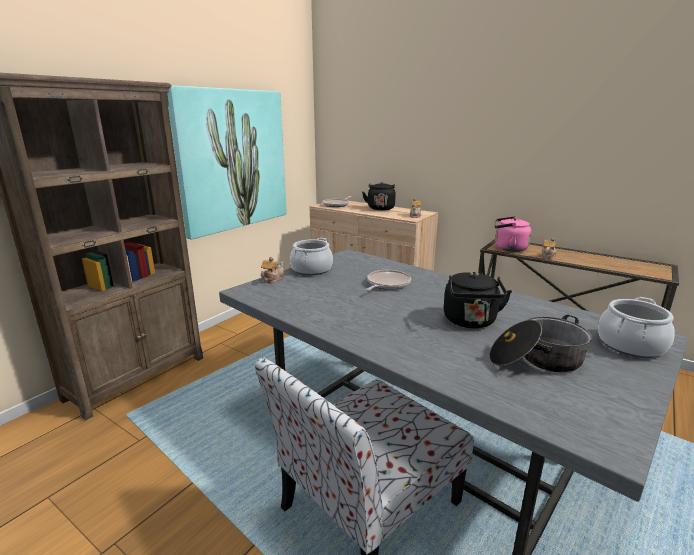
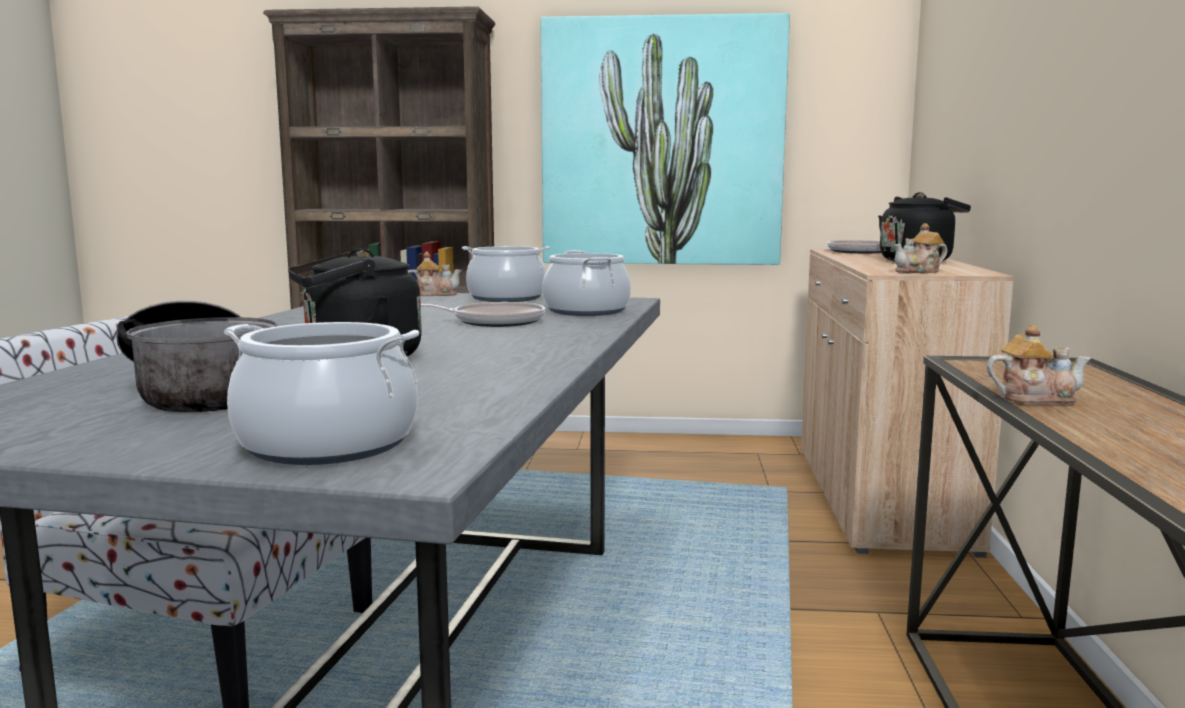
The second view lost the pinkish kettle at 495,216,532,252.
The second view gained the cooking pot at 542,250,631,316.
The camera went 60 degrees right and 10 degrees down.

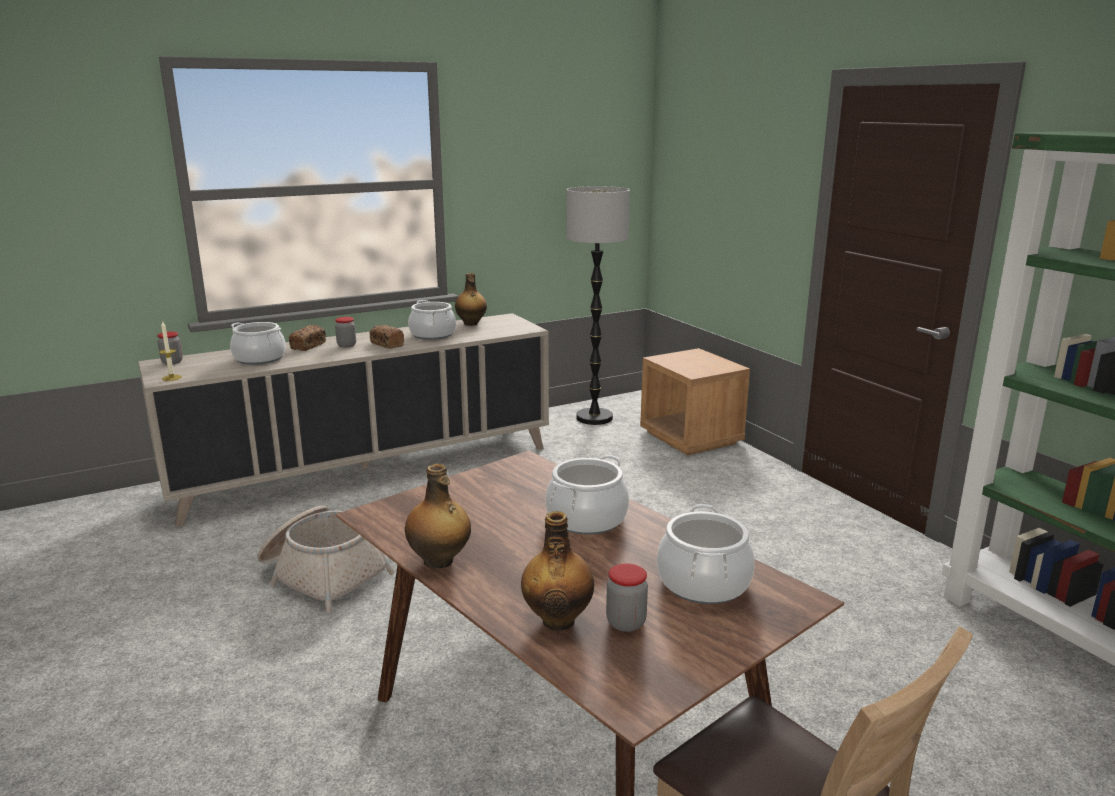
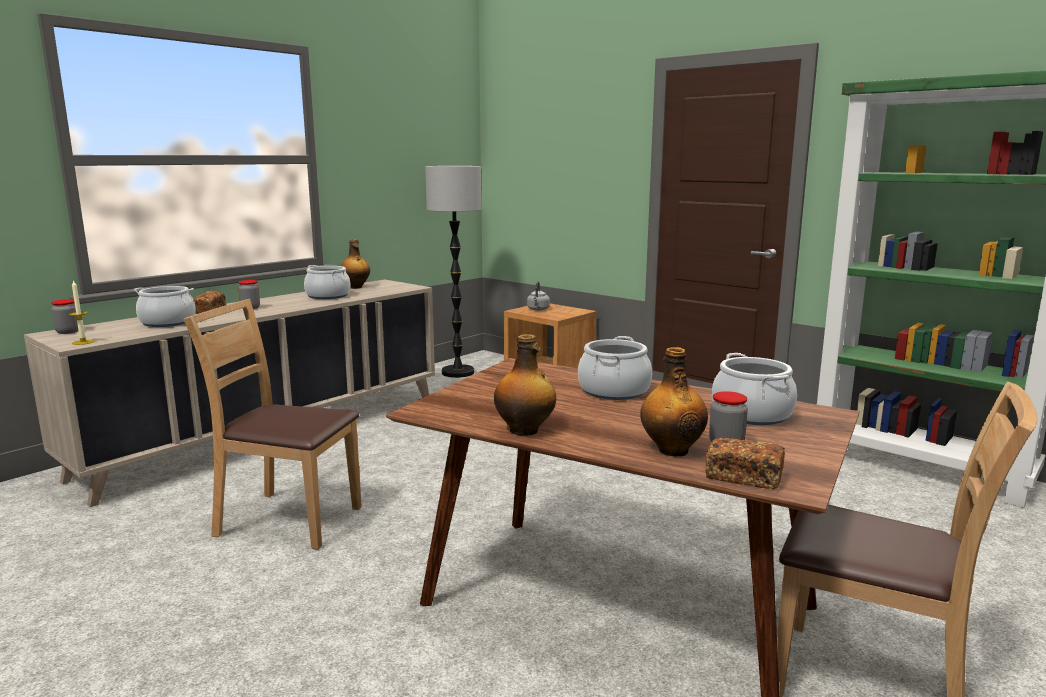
The second view gained the greyish kettle at 527,281,550,311.
The baked bread ended up elsewhere, having gone from 369,325,404,349 to 706,438,785,489.
Where the household basket stood at 257,506,395,613, the brownish upright chair came to stand at 183,299,362,550.
The camera went 20 degrees left and 5 degrees down.

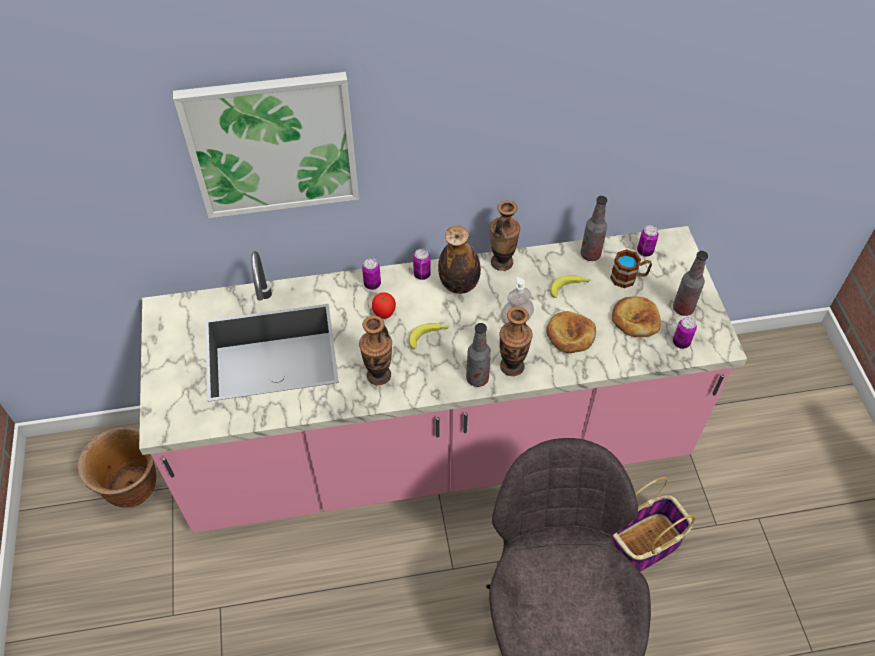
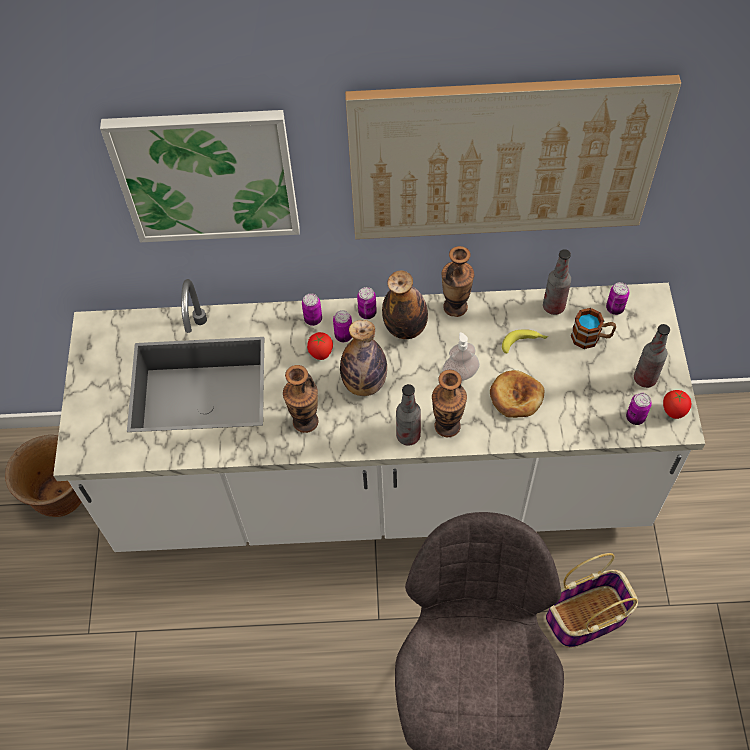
The second view lost the baked bread at 612,297,661,337.
The second view gained the sealed can at 333,310,352,342.
The second view gained the wall art at 345,75,681,239.
The second view gained the fresh tomato at 663,390,691,419.
Where the banana stood at 409,323,450,349, the drink bottle came to stand at 340,320,387,396.
What was the pinkish kitchen counter at 139,226,747,533 turned into the whitish kitchen counter at 53,279,705,552.
The camera went 10 degrees right and 5 degrees up.

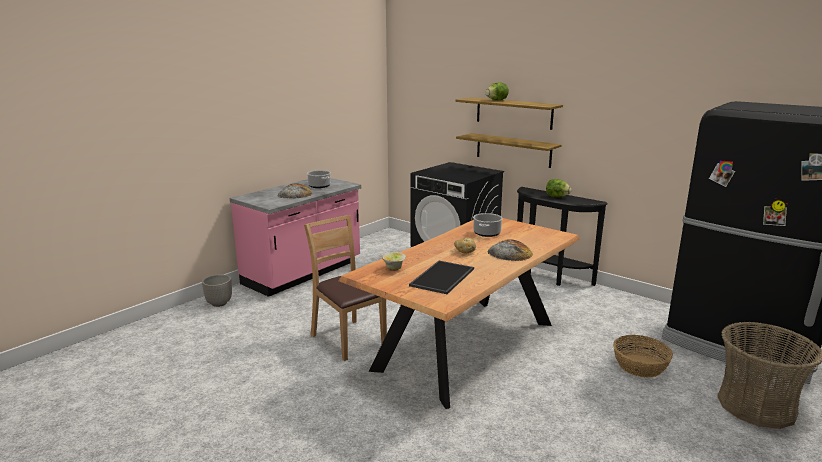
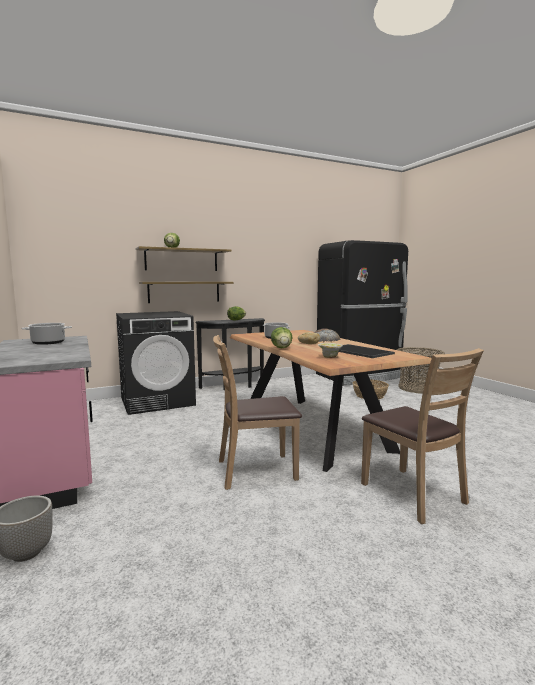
The second view lost the baked bread at 277,183,312,199.
The second view gained the head of lettuce at 271,327,292,348.
The second view gained the brownish upright chair at 361,348,484,524.
The camera went 65 degrees left and 10 degrees down.

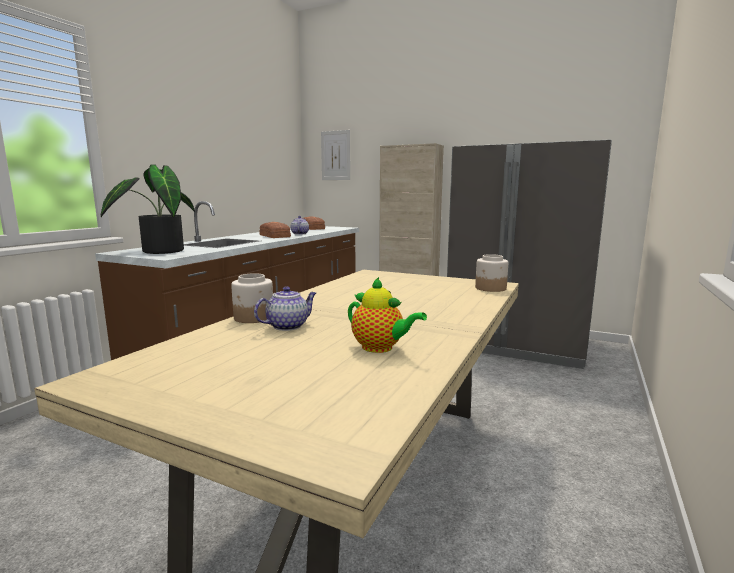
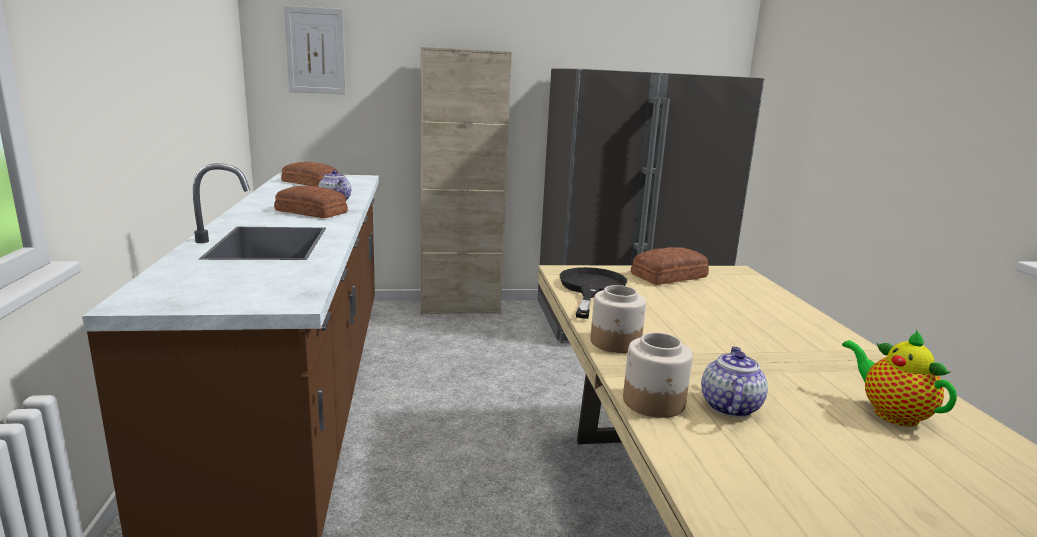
The second view lost the plant in a pot at 101,165,195,254.
The second view gained the blackish pan at 560,267,628,319.
The second view gained the baked bread at 631,247,709,285.
The preserve jar ended up elsewhere, having gone from 475,254,508,292 to 590,285,646,353.
The teapot at 348,277,427,353 ended up facing another way, 120 degrees counterclockwise from before.
The camera went 35 degrees left and 5 degrees up.

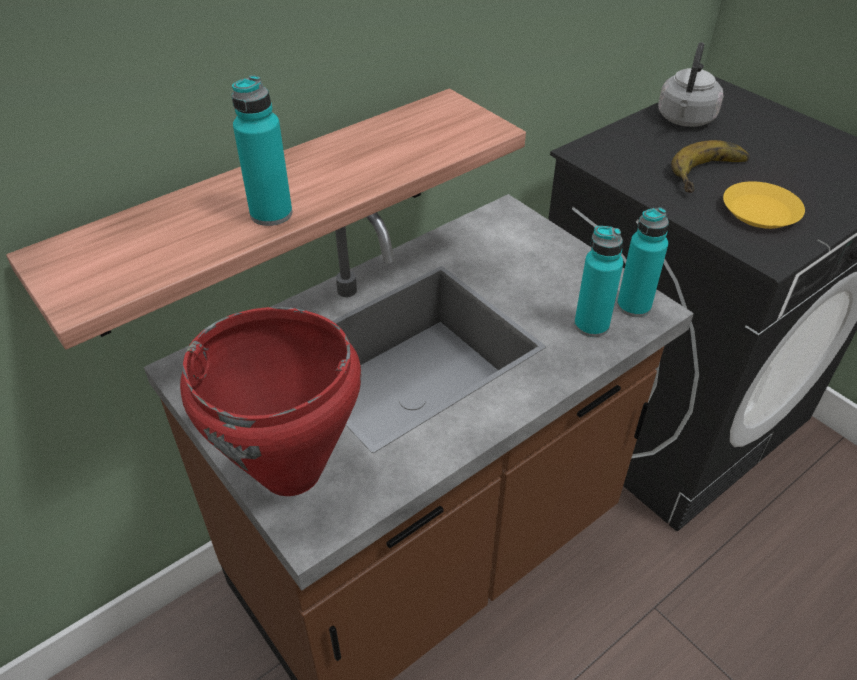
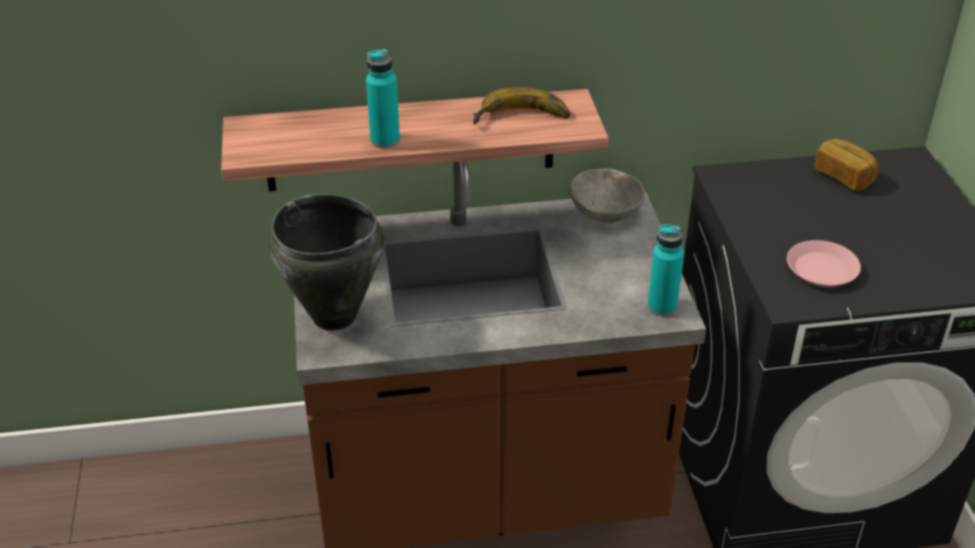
The second view lost the blue-green drink bottle at 574,226,624,337.
The second view gained the greyish bowl at 569,168,645,223.
The banana ended up elsewhere, having gone from 671,140,750,193 to 473,87,570,124.
Where the greyish kettle stood at 658,42,723,127, the baked bread came to stand at 815,138,879,191.
What was the red-coloured cooking pot at 180,307,362,496 turned into the blackish cooking pot at 268,194,384,331.
What was the yellow flat dish at 723,181,805,229 turned into the pinkish flat dish at 787,240,861,287.
The camera went 30 degrees right and 5 degrees down.

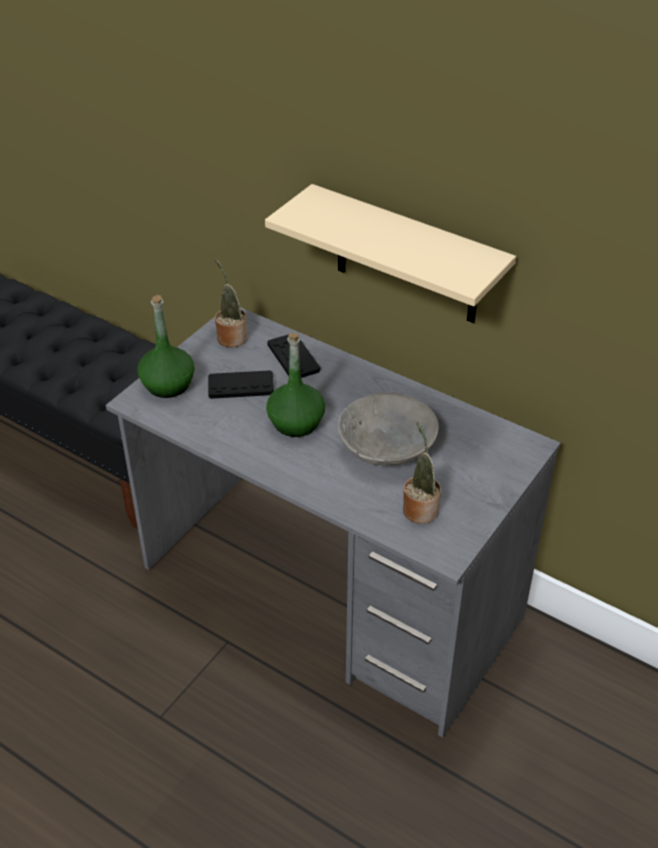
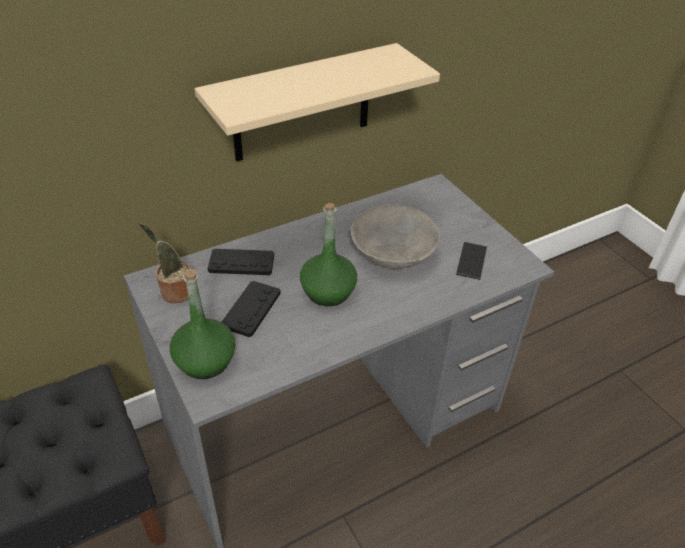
Where the plant in a pot stood at 403,422,441,524, the telephone came to stand at 456,242,487,280.
The camera went 65 degrees left and 0 degrees up.

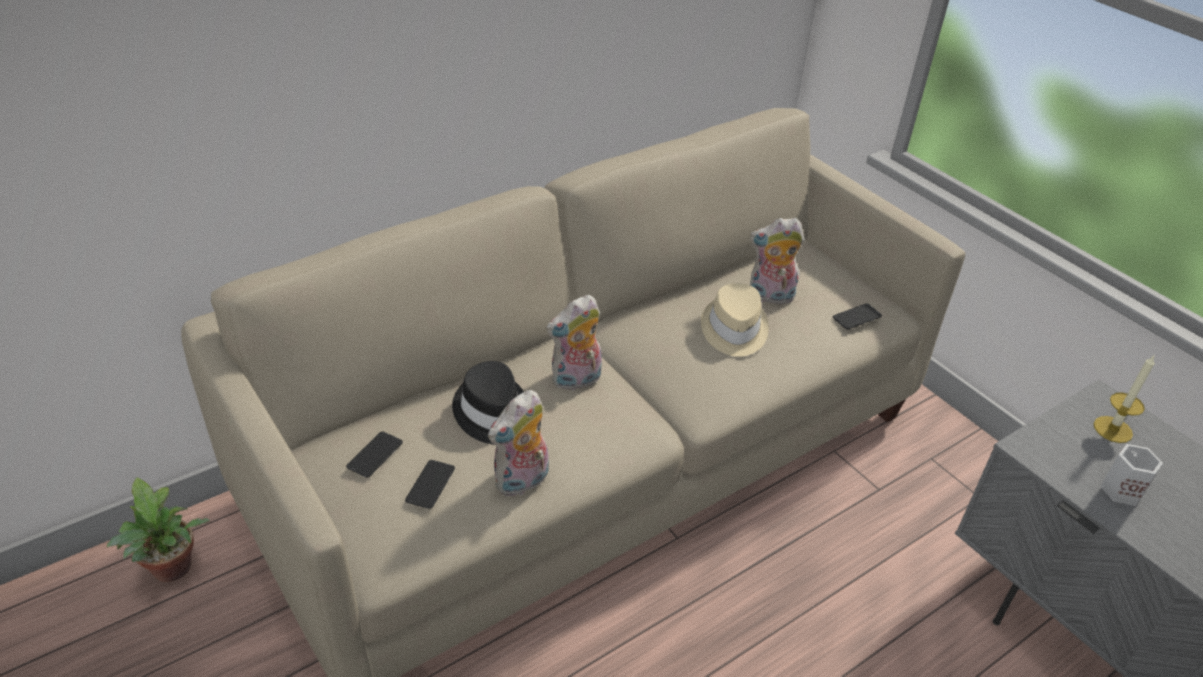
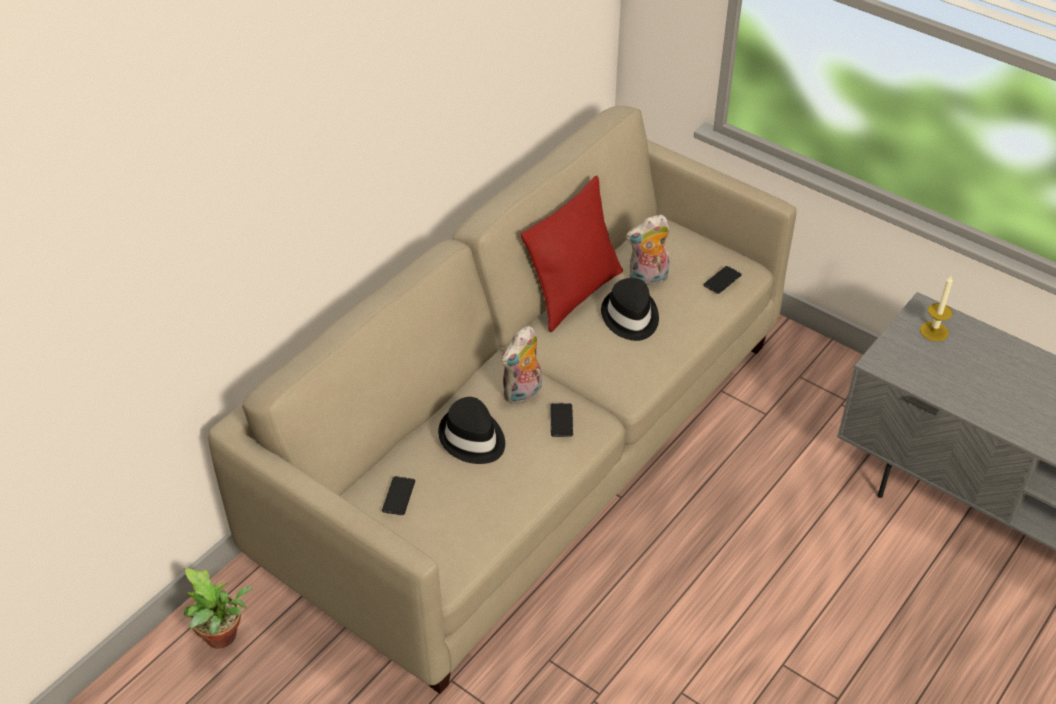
The second view lost the plush toy at 488,390,549,498.
The second view lost the whitish coffee mug at 1100,444,1163,506.
The second view gained the red-coloured throw pillow at 521,176,623,332.
The telephone ended up elsewhere, having gone from 405,460,455,509 to 550,403,573,437.
What was the sand-coloured wearable hat at 701,283,769,357 turned into the blackish wearable hat at 601,278,659,341.
The camera went 15 degrees left and 5 degrees up.

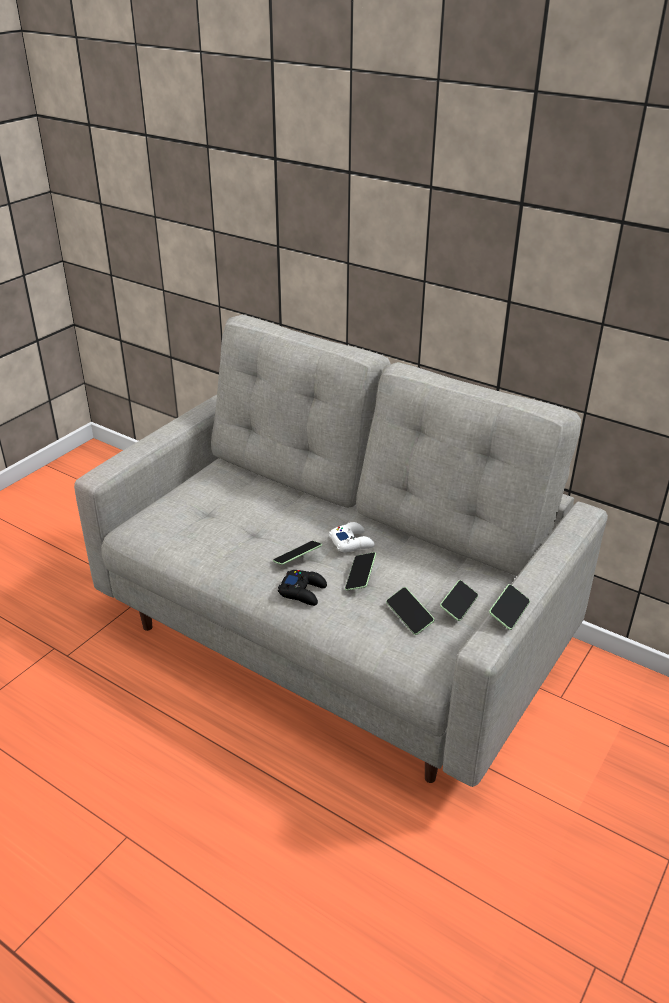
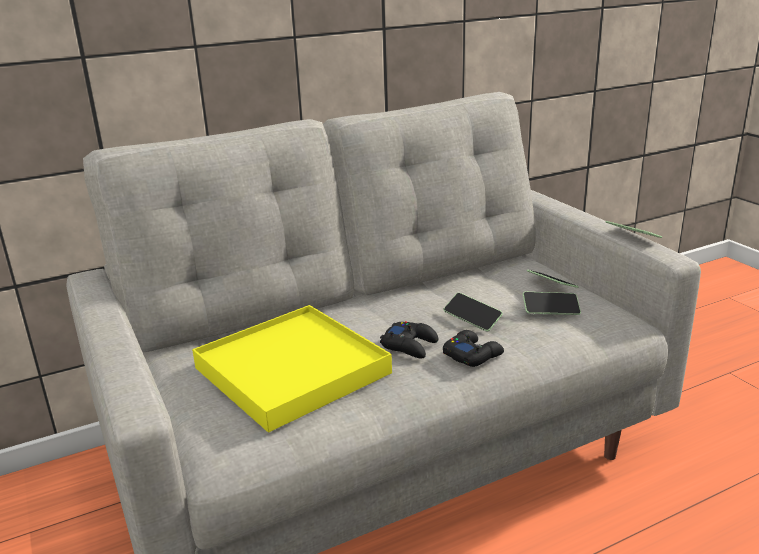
The second view lost the whitish joypad at 329,522,375,553.
The second view gained the yellow carrying tray at 192,305,392,433.
Where the telephone stood at 273,541,322,565, the blackish joypad came to stand at 380,321,438,359.
The camera went 60 degrees left and 10 degrees down.

